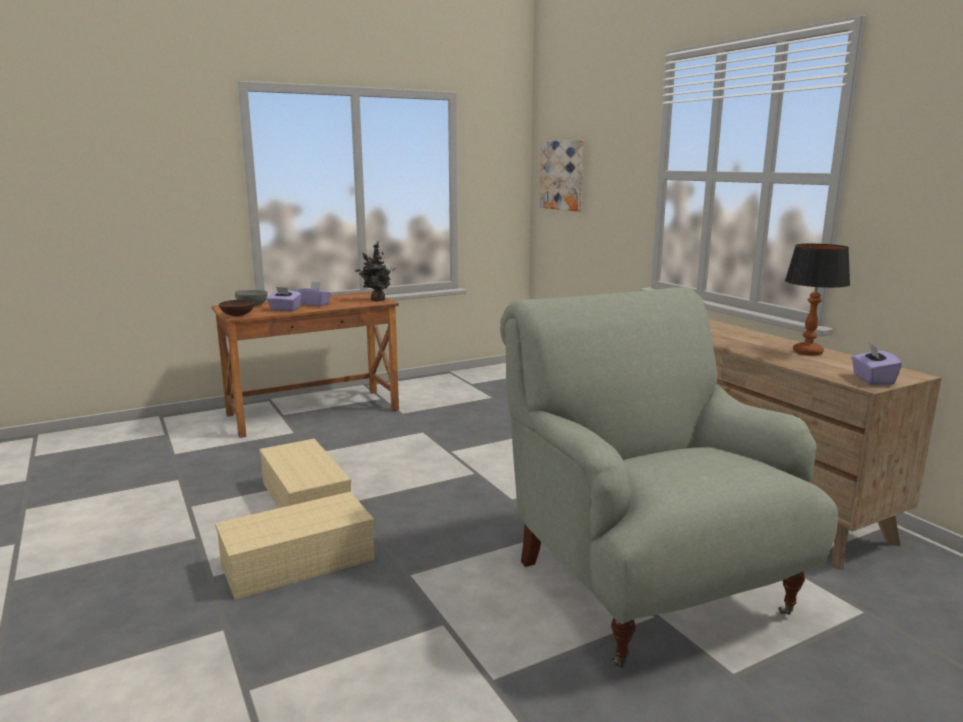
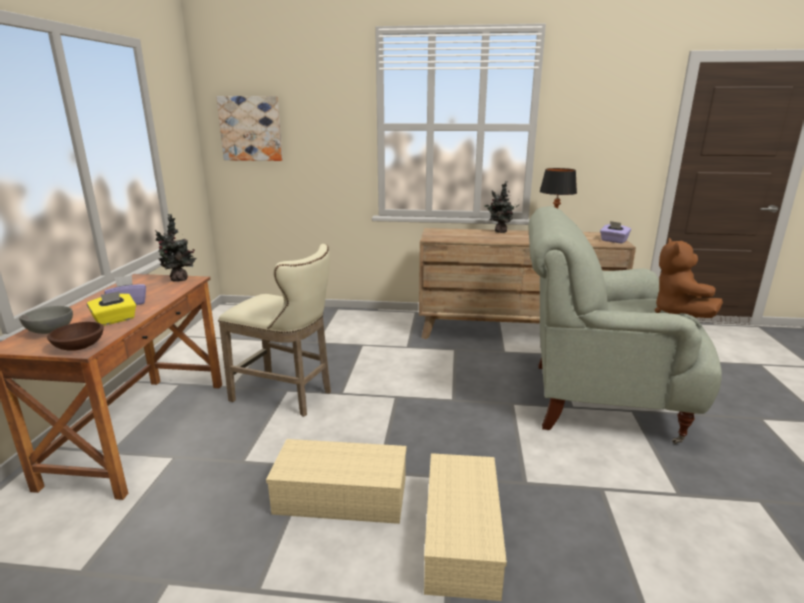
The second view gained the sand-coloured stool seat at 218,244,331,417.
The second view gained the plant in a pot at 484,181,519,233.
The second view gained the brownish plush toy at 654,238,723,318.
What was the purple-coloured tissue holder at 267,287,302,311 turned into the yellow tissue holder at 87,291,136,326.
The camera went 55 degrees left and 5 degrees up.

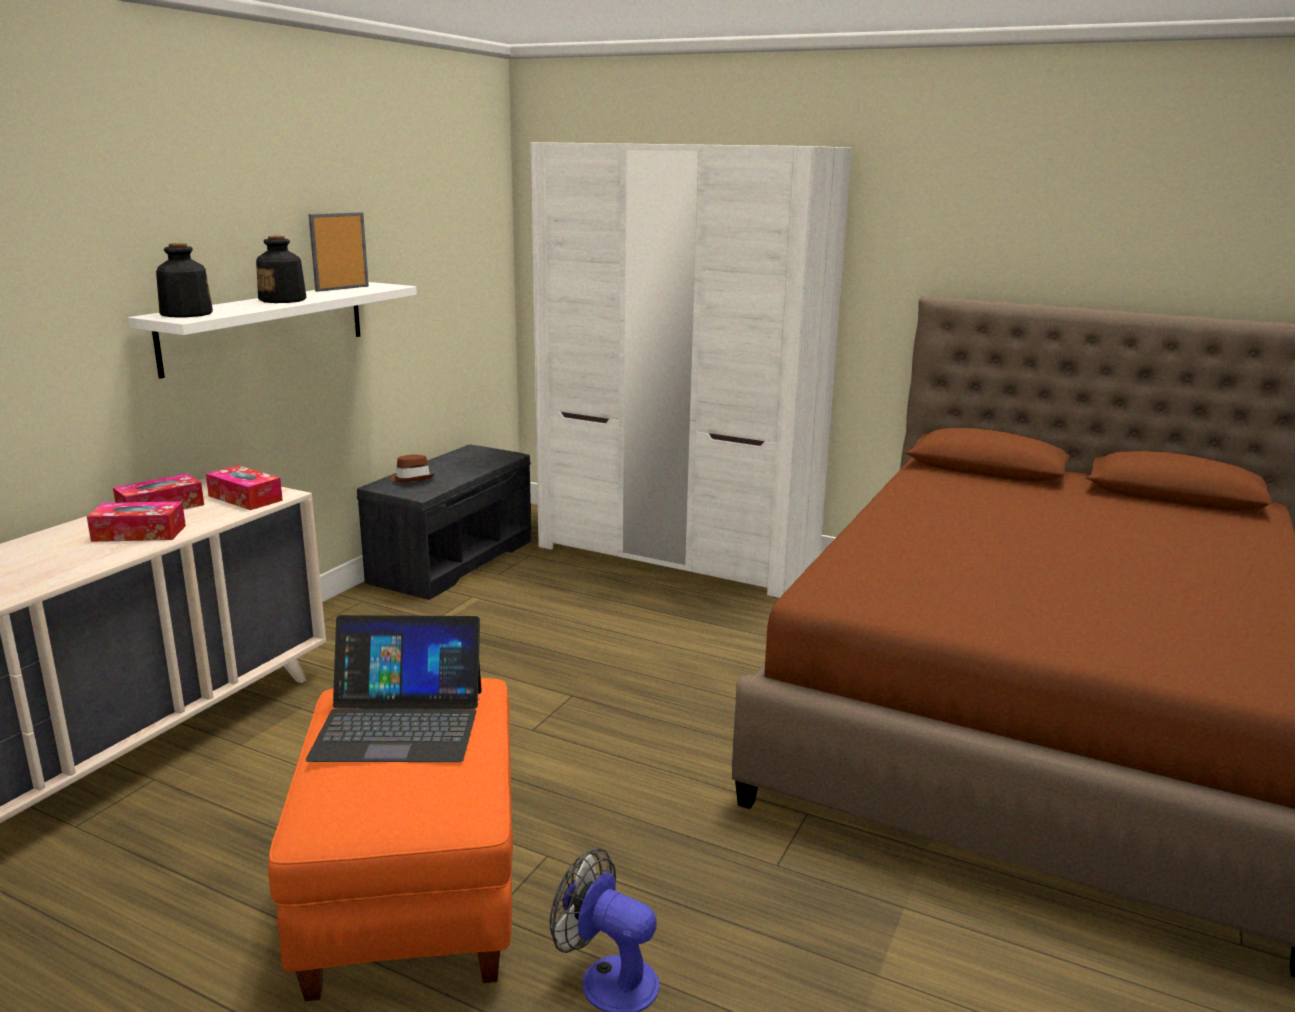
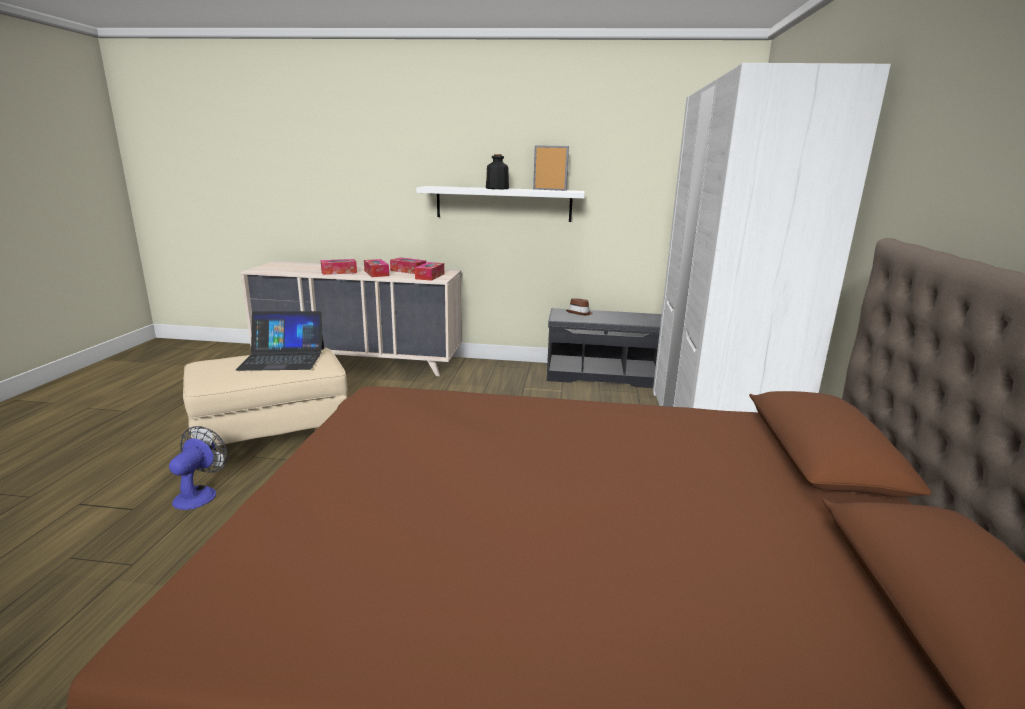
The second view lost the drink bottle at 156,243,213,317.
The second view gained the tissue holder at 321,259,357,275.
What was the orangey ottoman at 268,678,513,1001 turned into the sand-coloured ottoman at 183,348,347,446.
The laptop at 305,615,482,762 ended up facing another way, 75 degrees counterclockwise from before.
The camera went 70 degrees right and 0 degrees up.

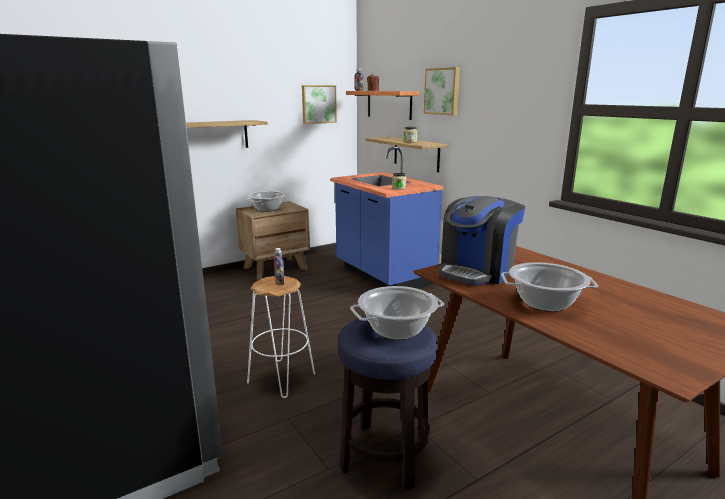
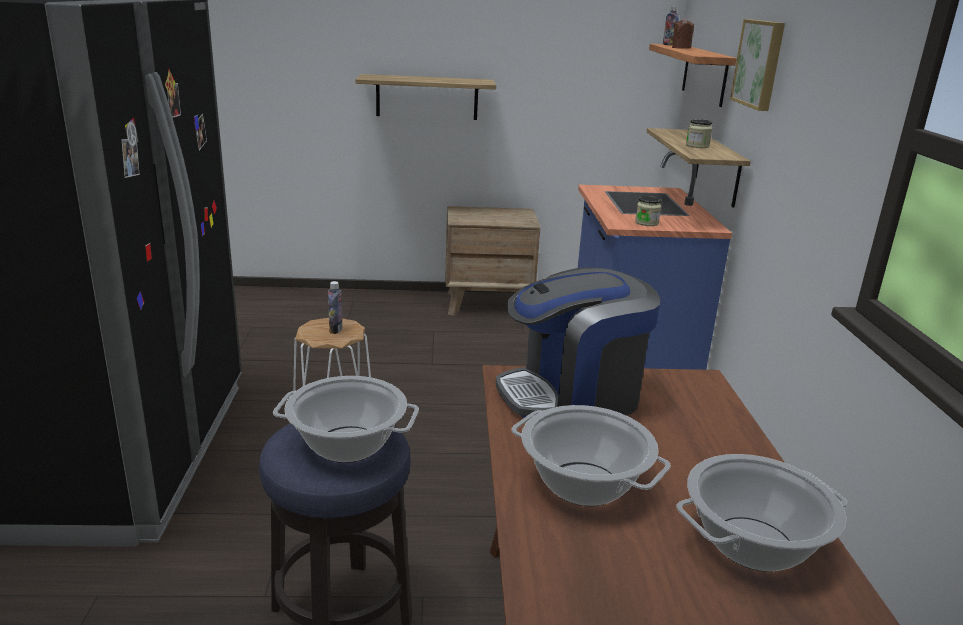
The second view lost the wall art at 302,85,337,124.
The cooking pot ended up elsewhere, having gone from 247,191,287,211 to 676,454,848,572.
The camera went 30 degrees right and 5 degrees up.

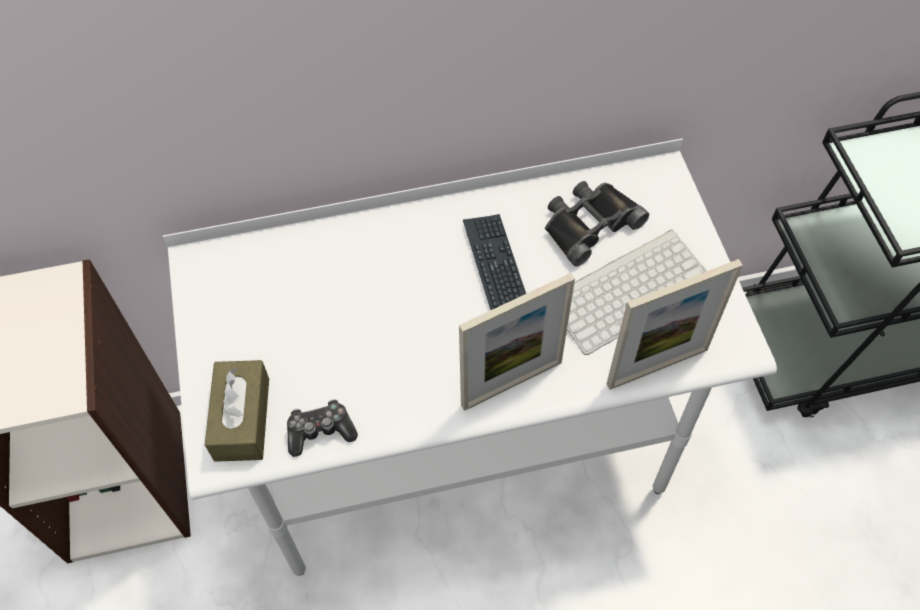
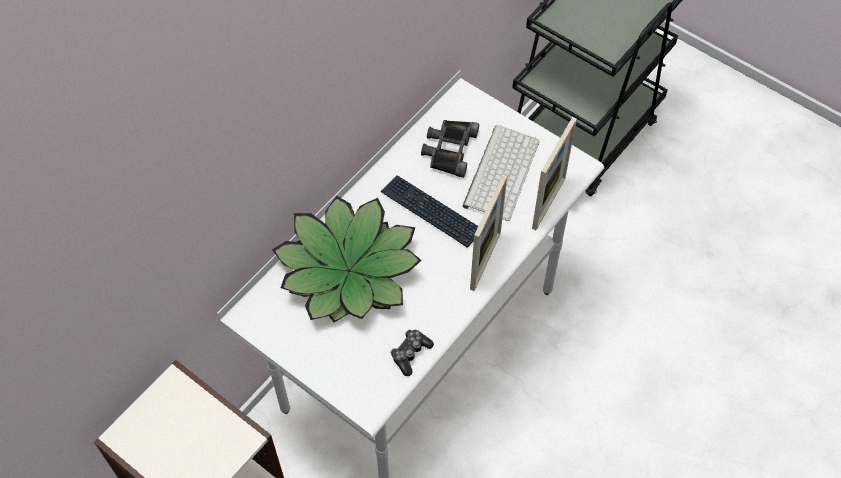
The second view lost the brownish tissue holder at 205,360,269,462.
The second view gained the plant in a pot at 272,196,421,322.
The camera went 40 degrees left and 0 degrees up.

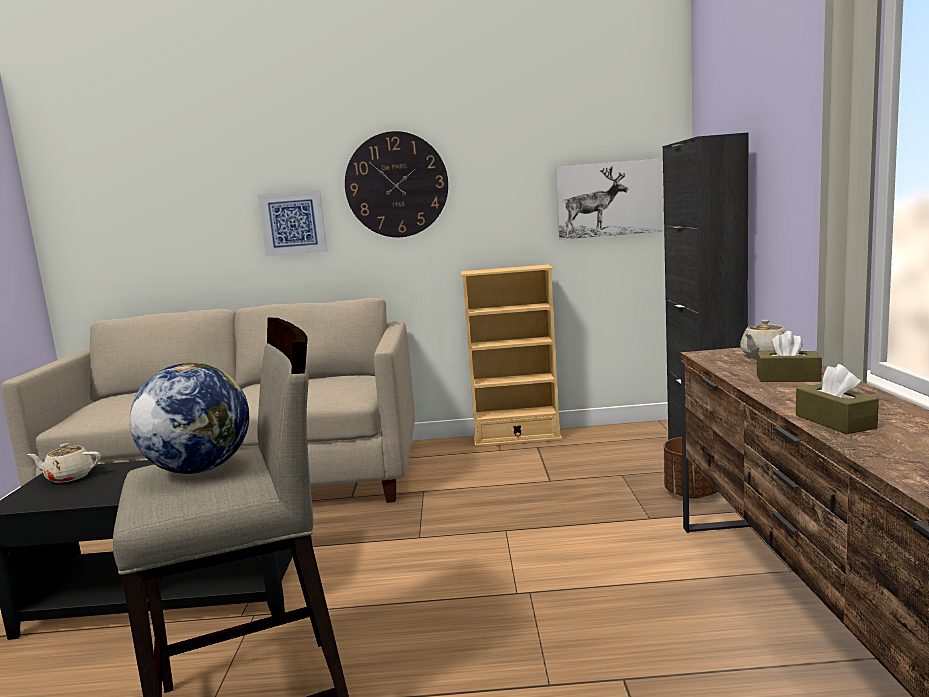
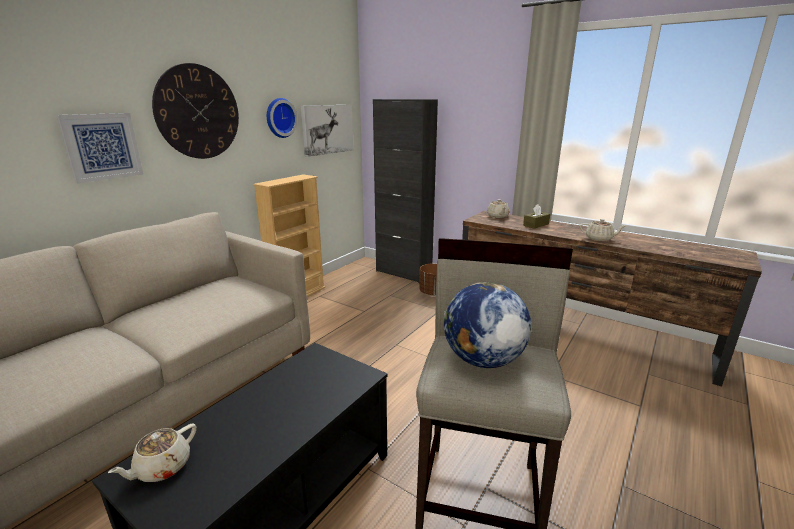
The second view gained the hanging clock at 267,98,298,138.
Where the brownish tissue holder stood at 796,364,879,434, the sand-coloured teapot came to stand at 580,219,626,241.
The camera went 55 degrees left and 10 degrees up.

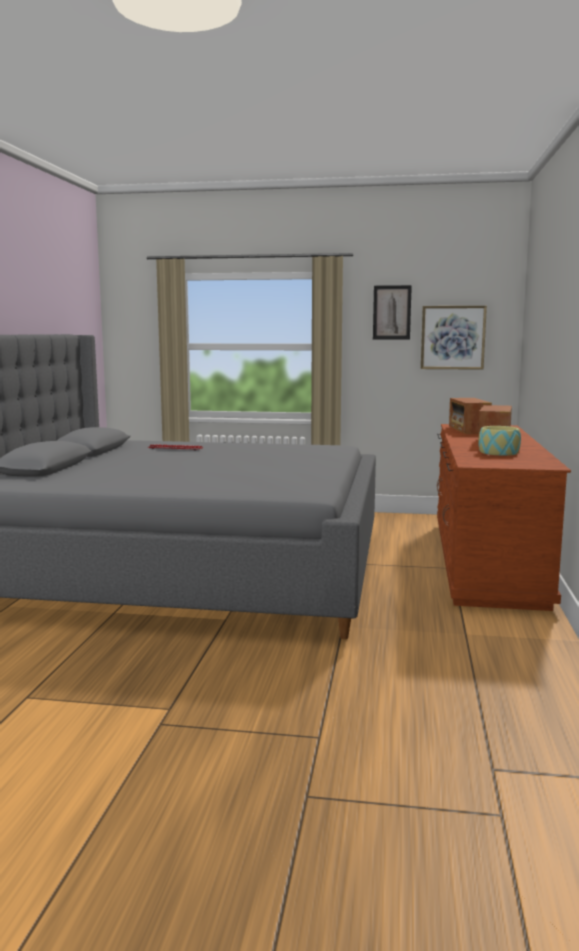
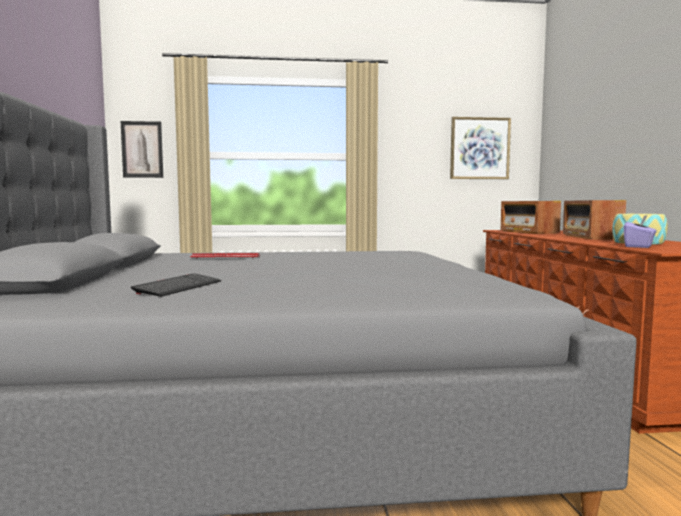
The second view gained the computer keyboard at 131,273,221,297.
The second view gained the purple-coloured tissue holder at 624,215,657,248.
The wall art ended up elsewhere, having gone from 373,285,412,340 to 121,121,163,178.
The camera went 15 degrees left and 5 degrees down.

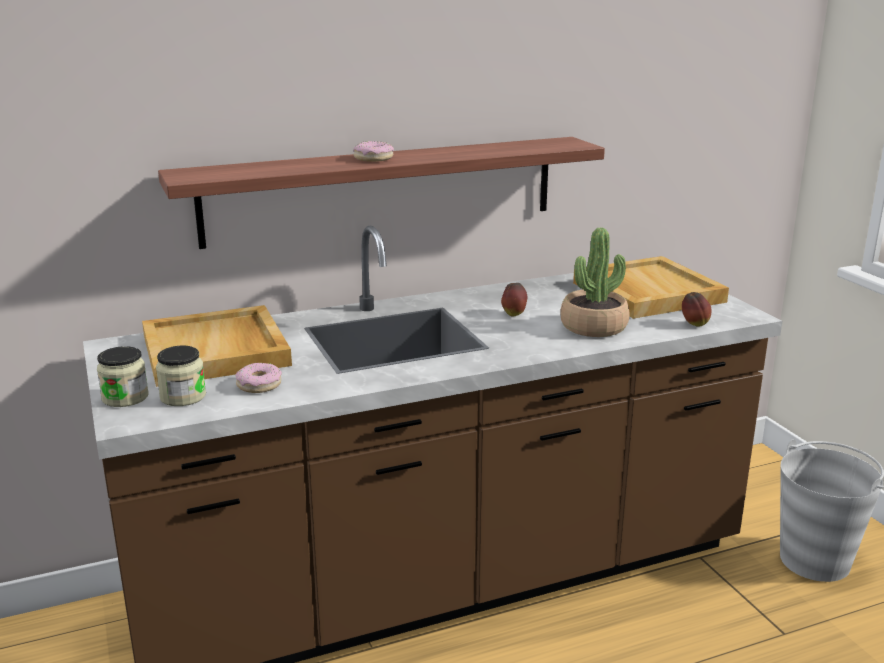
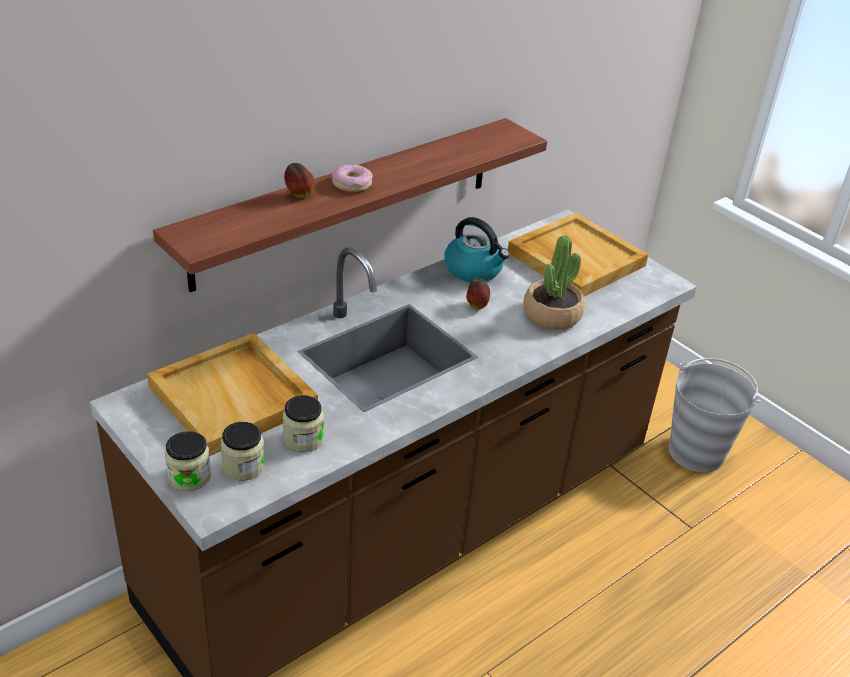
The second view gained the kettle at 444,217,510,282.
The whole apple ended up elsewhere, having gone from 682,292,711,327 to 284,163,314,198.
Where the doughnut stood at 236,363,282,393, the preserve jar came to stand at 283,395,324,452.
The camera went 20 degrees left and 15 degrees up.

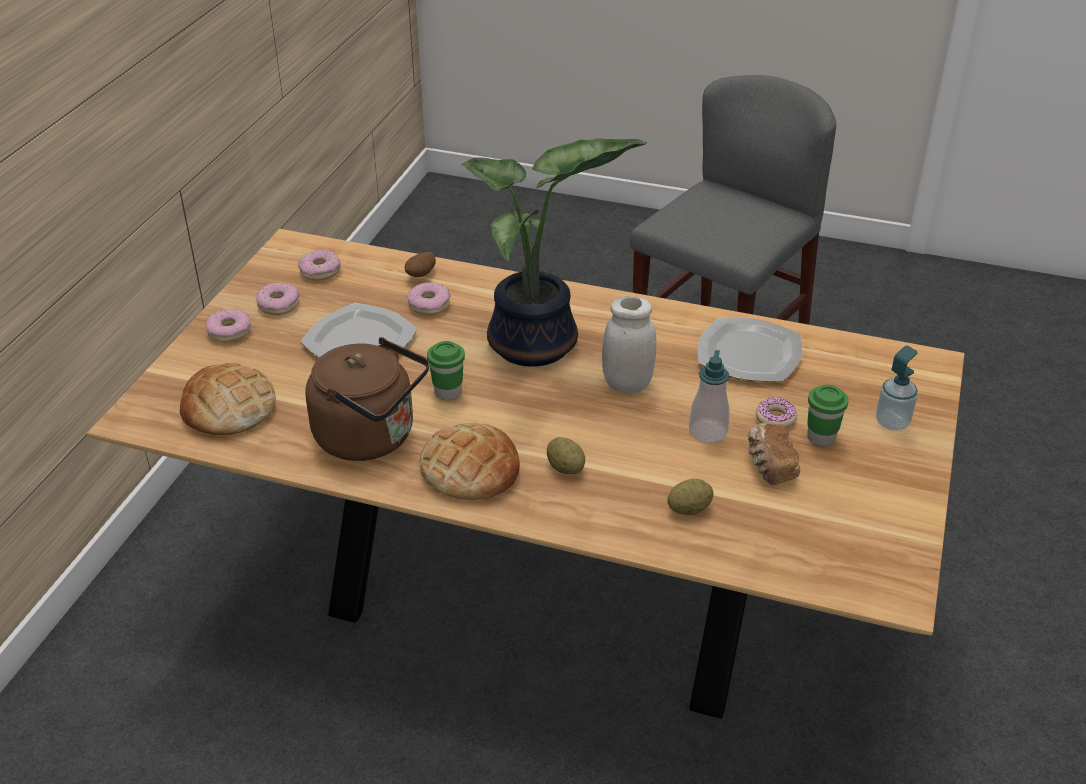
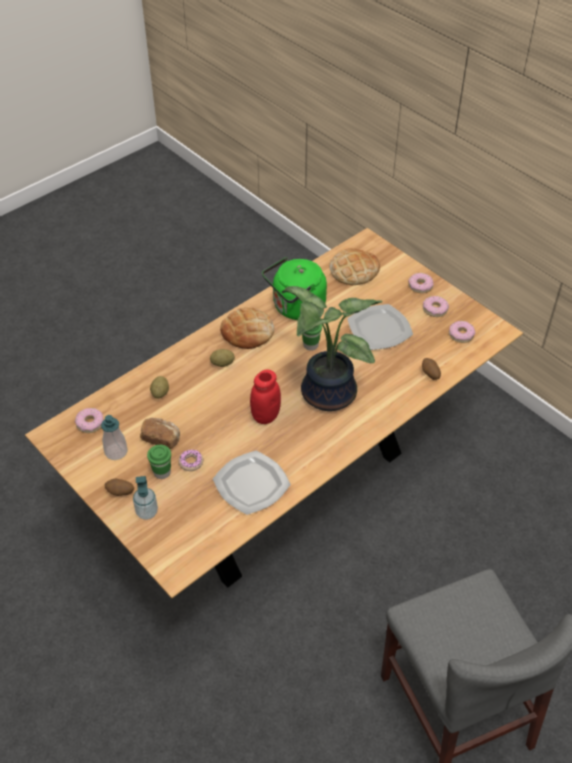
The second view gained the whole potato at 104,479,134,496.
The doughnut ended up elsewhere, having gone from 407,282,450,315 to 75,408,104,433.
The soap dispenser ended up elsewhere, having gone from 689,350,730,443 to 101,415,128,460.
What was the brownish kettle at 305,337,429,461 turned into the greenish kettle at 262,257,327,320.
What was the whitish preserve jar at 602,296,656,393 turned into the red-coloured preserve jar at 250,369,281,424.
The camera went 120 degrees right and 10 degrees up.

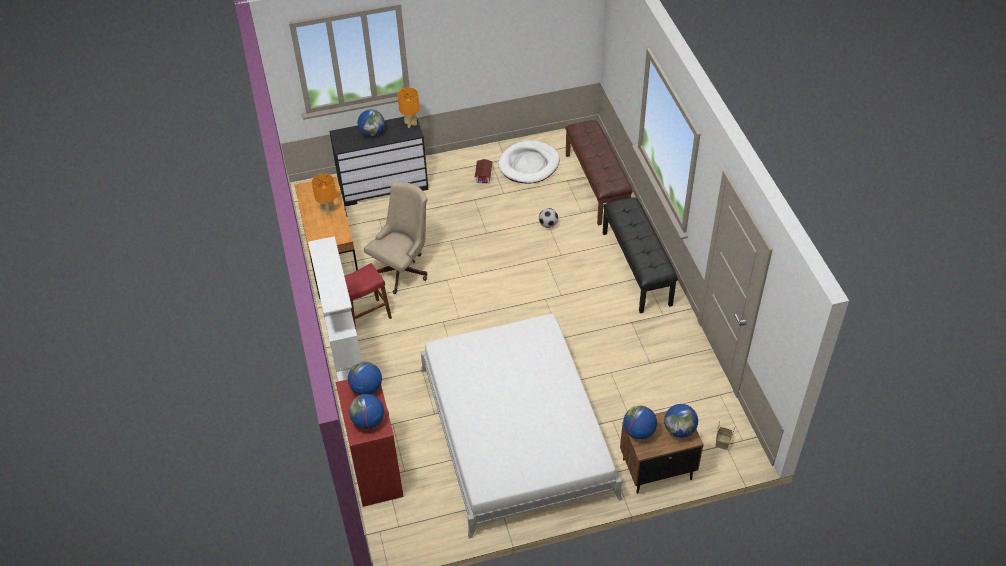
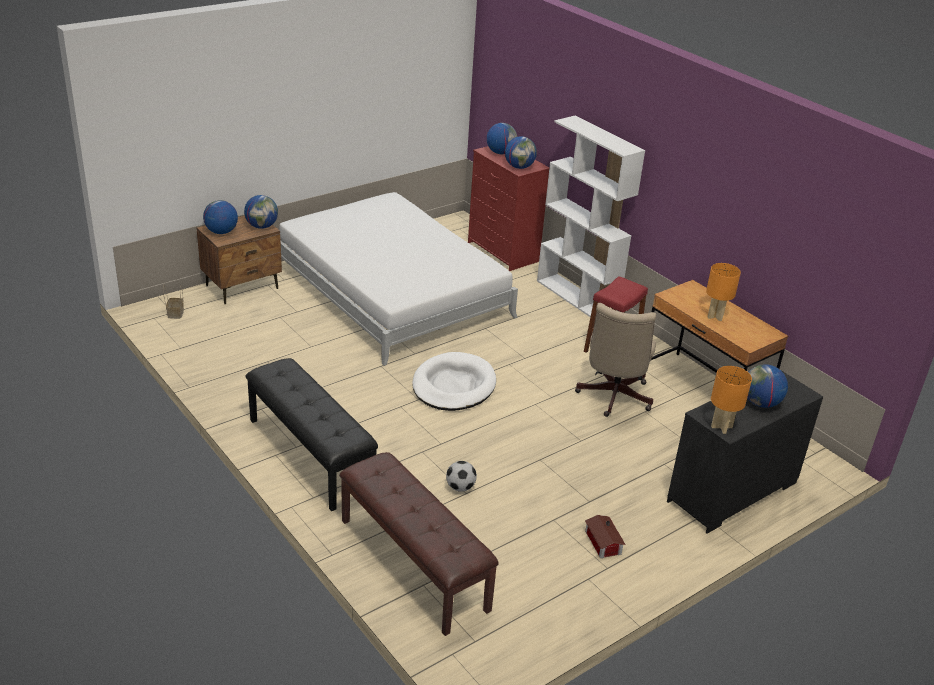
The whitish pet bed ended up elsewhere, having gone from 498,140,560,184 to 412,352,496,411.
The camera went 155 degrees right and 15 degrees down.

